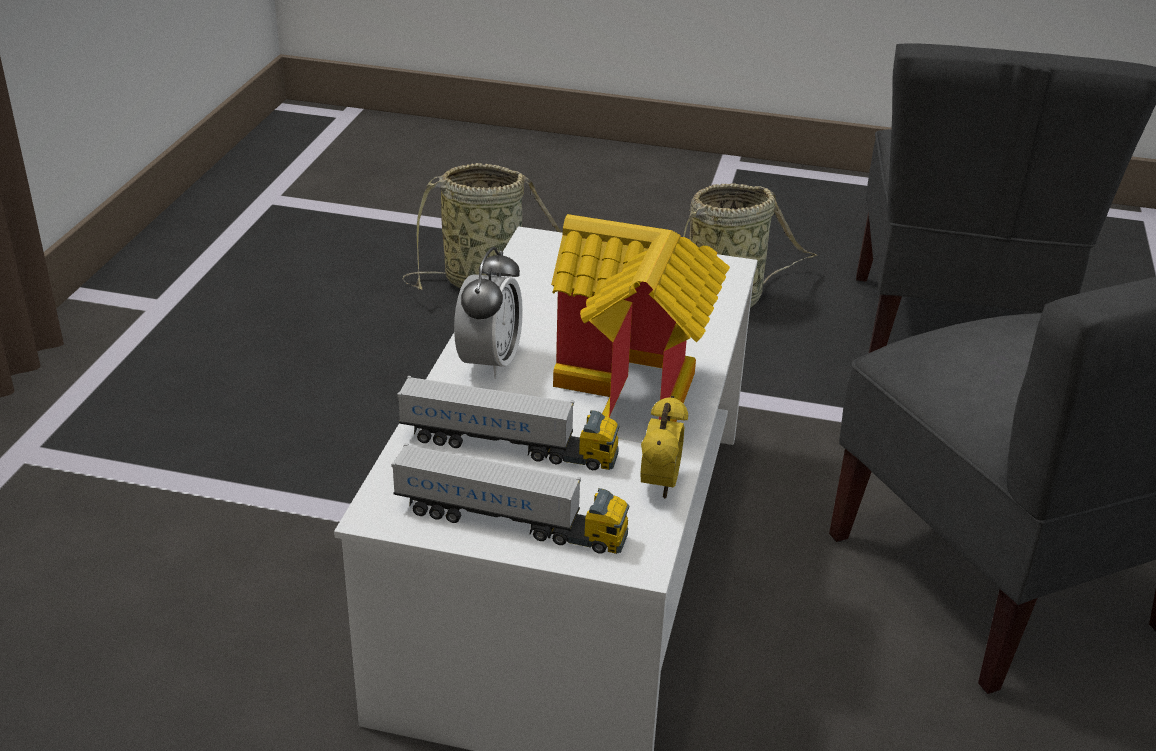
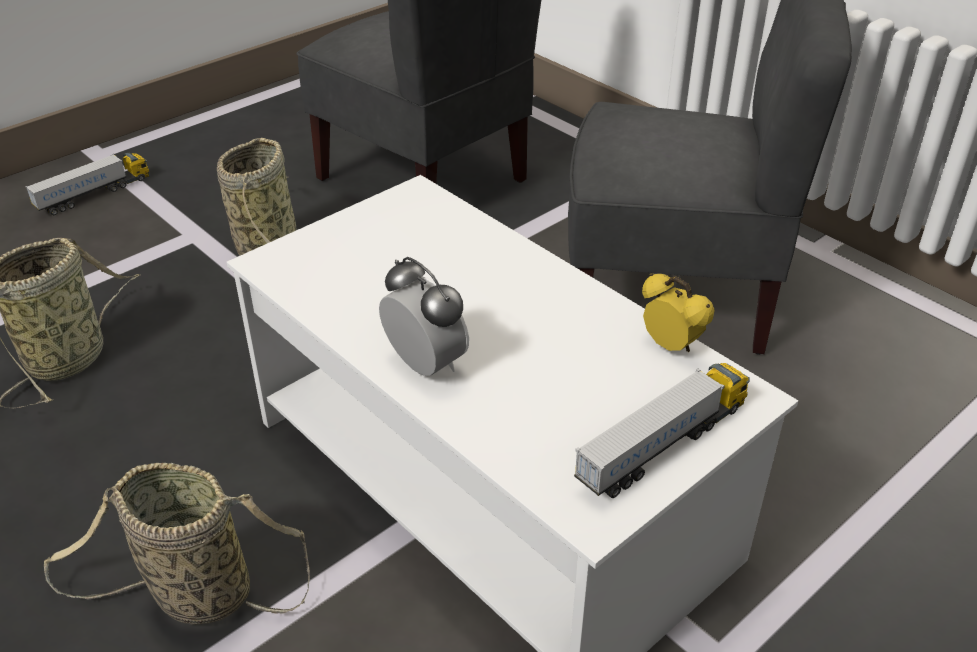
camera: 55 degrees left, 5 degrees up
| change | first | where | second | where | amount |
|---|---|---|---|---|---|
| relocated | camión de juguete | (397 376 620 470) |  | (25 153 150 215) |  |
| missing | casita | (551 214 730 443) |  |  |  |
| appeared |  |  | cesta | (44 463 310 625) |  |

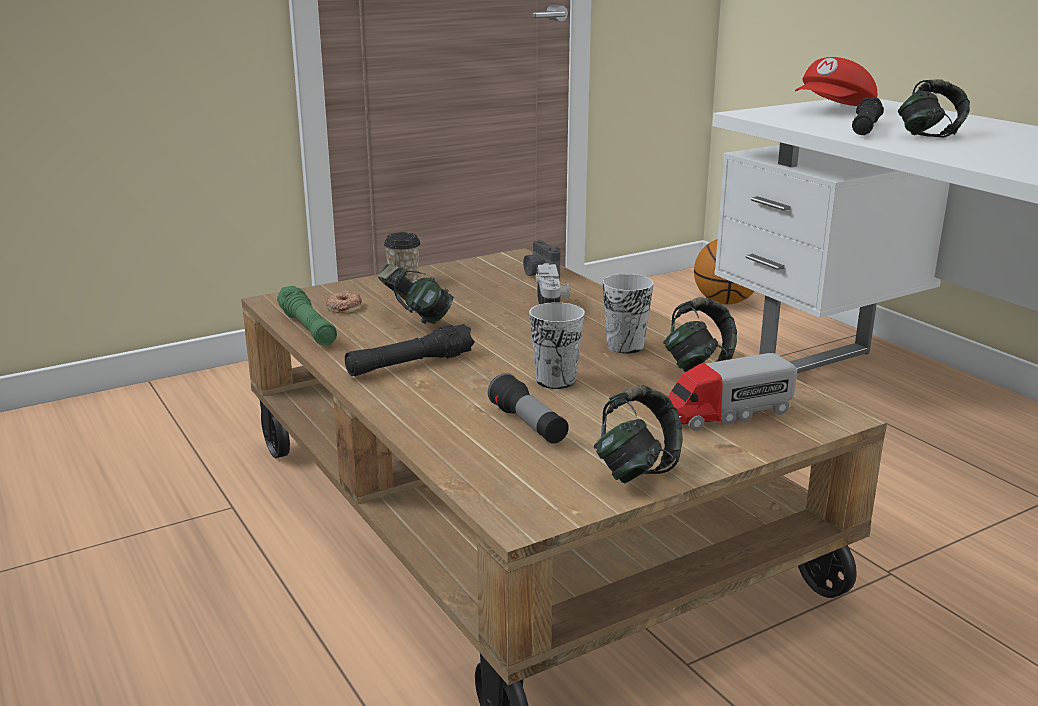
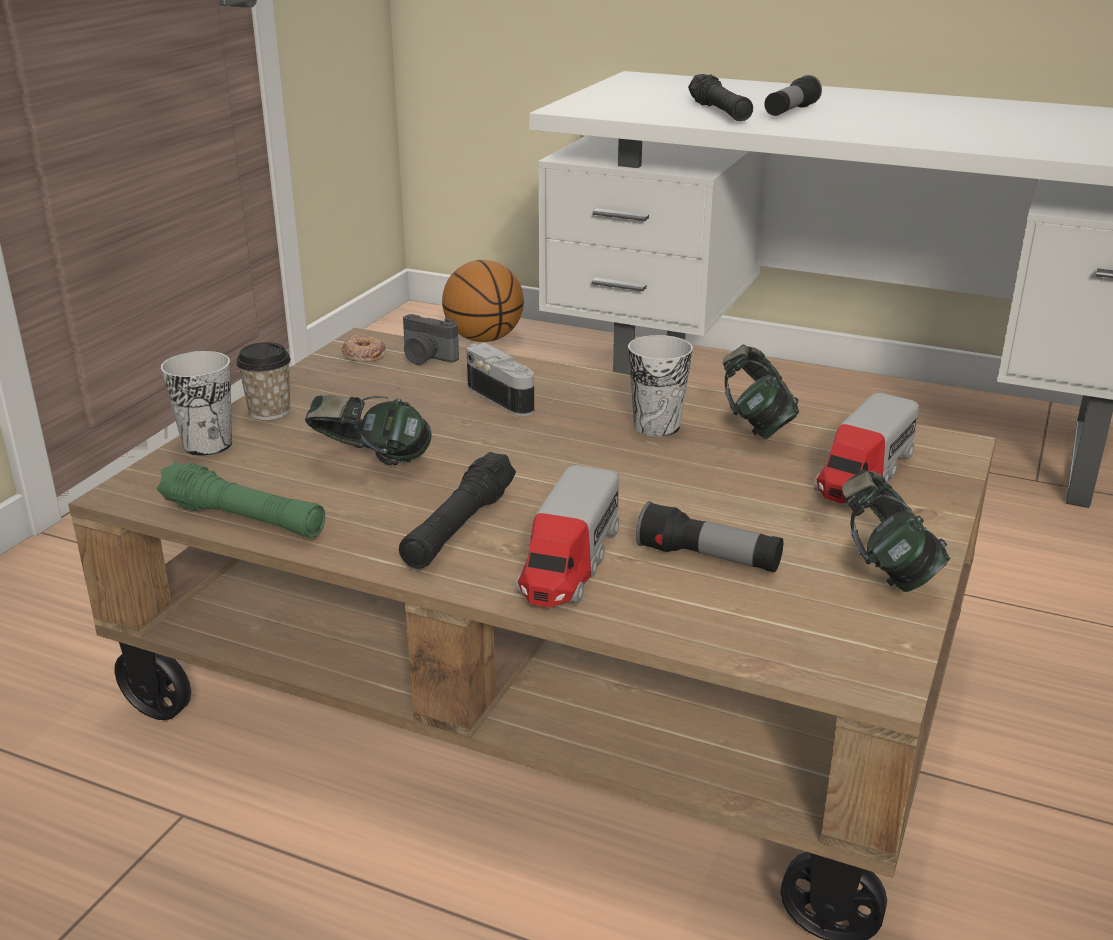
camera: 35 degrees left, 5 degrees up
| change | first | where | second | where | amount |
|---|---|---|---|---|---|
| relocated | rosquilla | (326 291 362 314) |  | (341 334 386 362) |  |
| relocated | taza | (529 302 585 389) |  | (161 351 232 456) |  |
| missing | gorra [rojo] | (795 57 877 106) |  |  |  |
| exchanged | auriculares | (898 79 970 137) | linterna | (764 75 822 116) |  |
| appeared |  |  | camión de juguete | (516 465 619 607) |  |

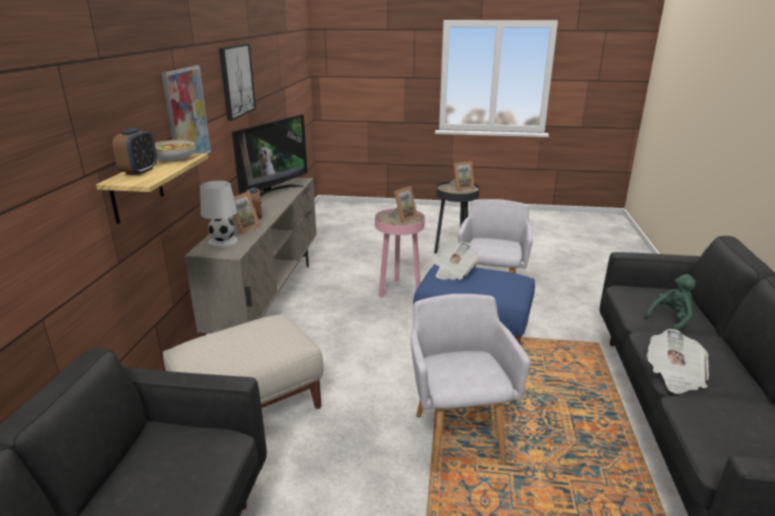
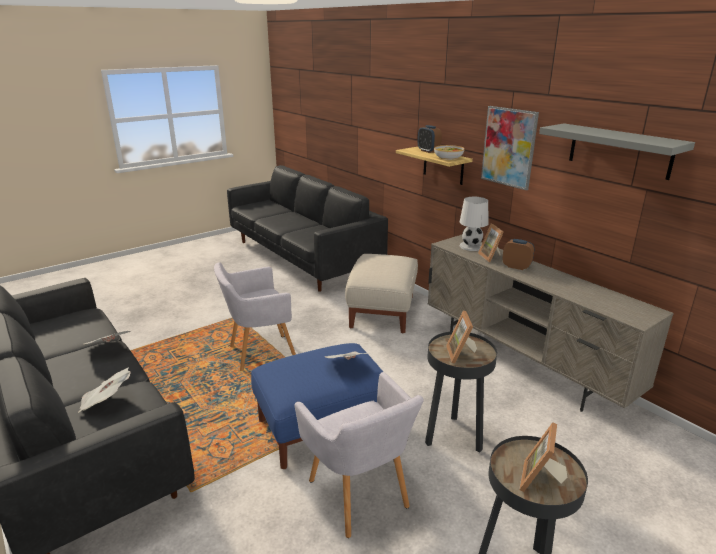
camera: 135 degrees right, 0 degrees up
| change | first | where | second | where | amount |
|---|---|---|---|---|---|
| exchanged | cuadro | (219 44 256 121) | estante [gris] | (539 123 695 180) |  |
| missing | televisor | (232 114 307 204) |  |  |  |
| colour | mesa auxiliar [rosa] | (375 208 425 298) | mesa auxiliar [negro] | (425 331 497 453) |  |
| spun | sillón [gris] | (411 294 530 472) |  | (214 262 296 371) | 120 degrees clockwise |
| exchanged | peluche [verde] | (644 274 696 330) | periódico | (78 368 131 413) |  |

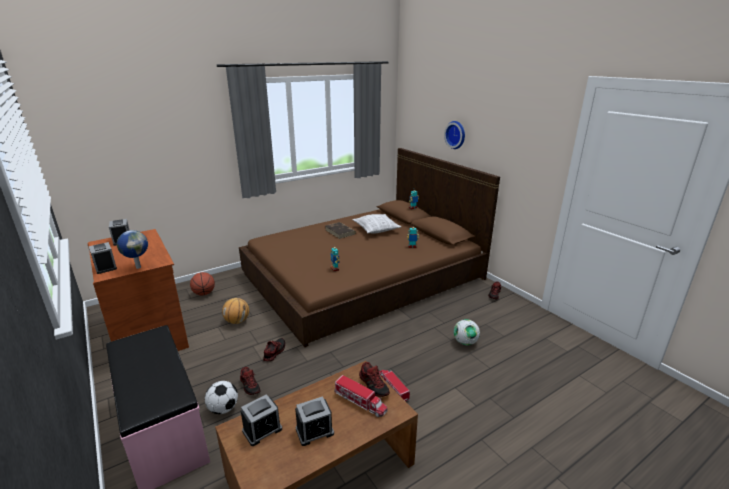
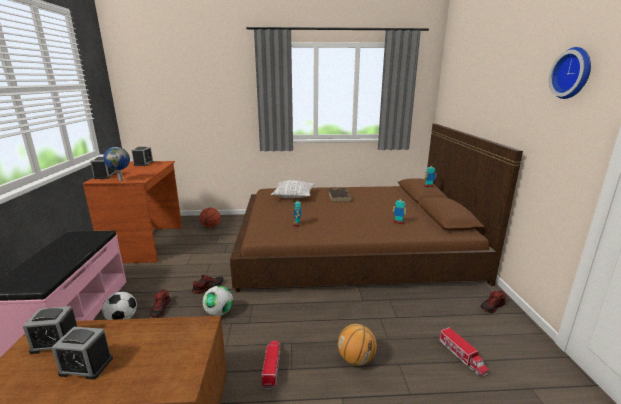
camera: 30 degrees right, 5 degrees down
| change | first | where | second | where | amount |
|---|---|---|---|---|---|
| relocated | balón de baloncesto | (222 298 249 324) |  | (338 324 377 366) |  |
| relocated | camión de juguete | (335 375 387 417) |  | (439 327 489 376) |  |
| relocated | cojín | (353 214 402 234) |  | (271 180 315 198) |  |
| missing | zapato | (359 362 390 397) |  |  |  |
| relocated | reloj de pared | (444 121 465 149) |  | (549 47 591 99) |  |
| relocated | balón de fútbol | (454 319 480 345) |  | (203 286 233 316) |  |

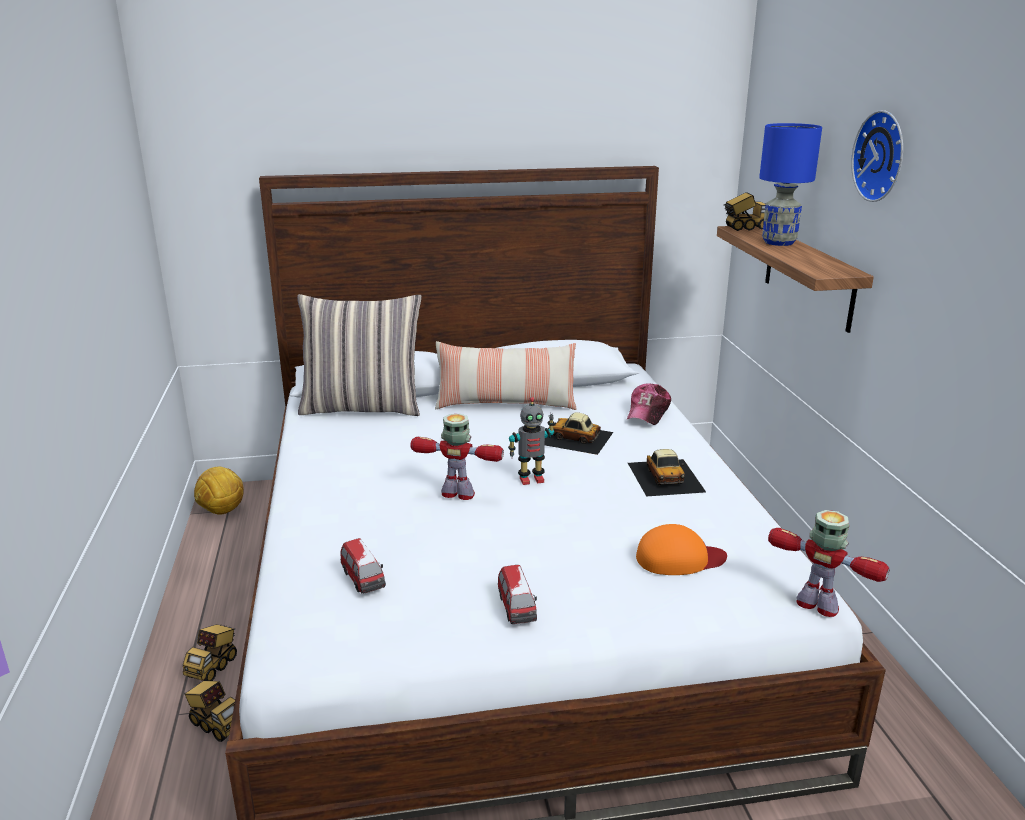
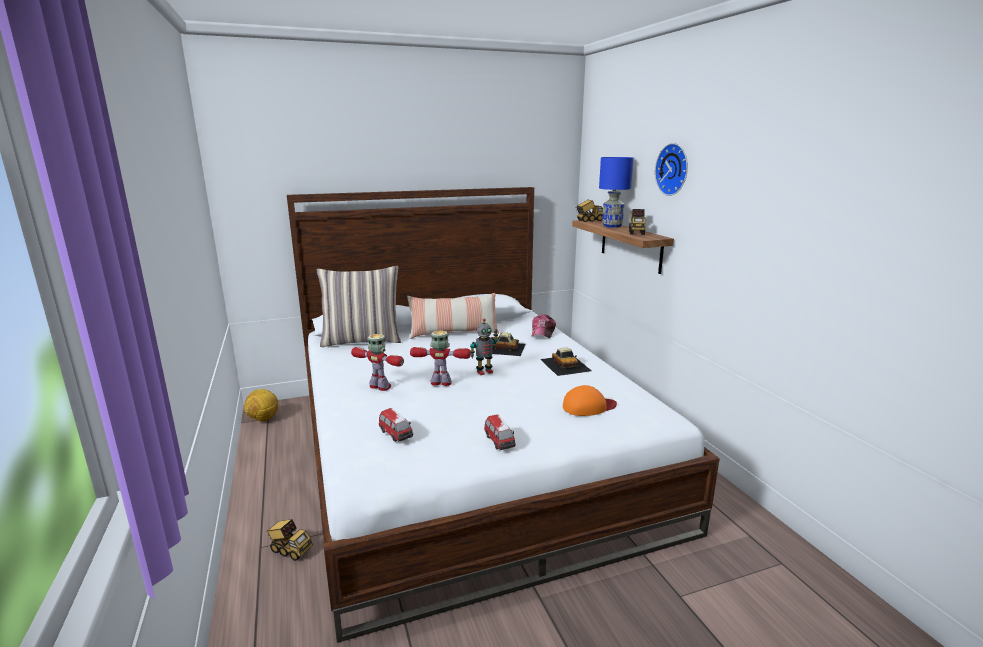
camera: 10 degrees left, 5 degrees down
| change | first | where | second | where | amount |
|---|---|---|---|---|---|
| relocated | camión de juguete | (183 624 237 681) |  | (629 209 645 235) |  |
| relocated | robot de juguete | (768 510 890 617) |  | (351 334 404 391) |  |

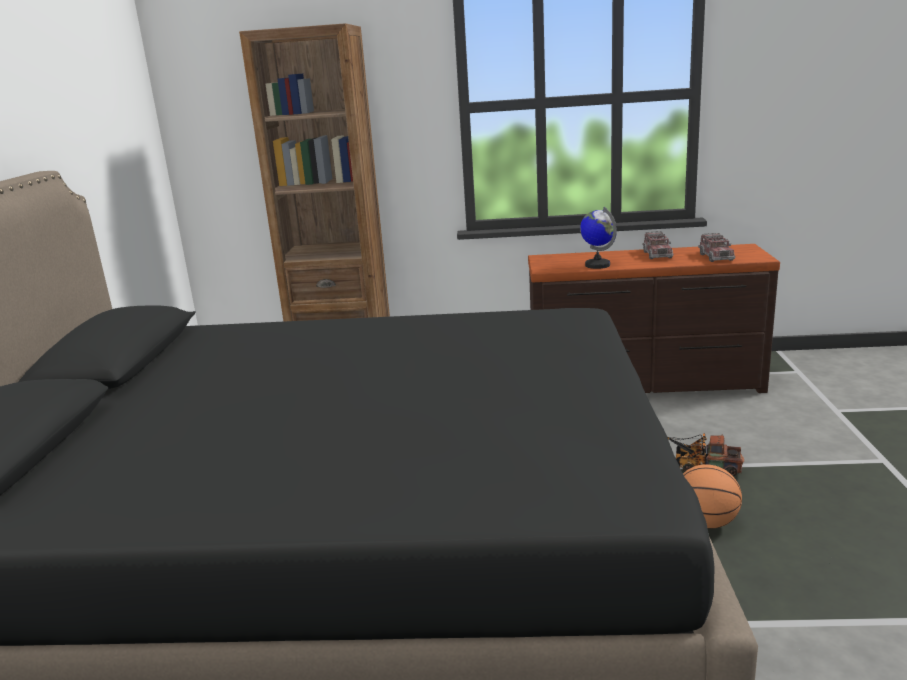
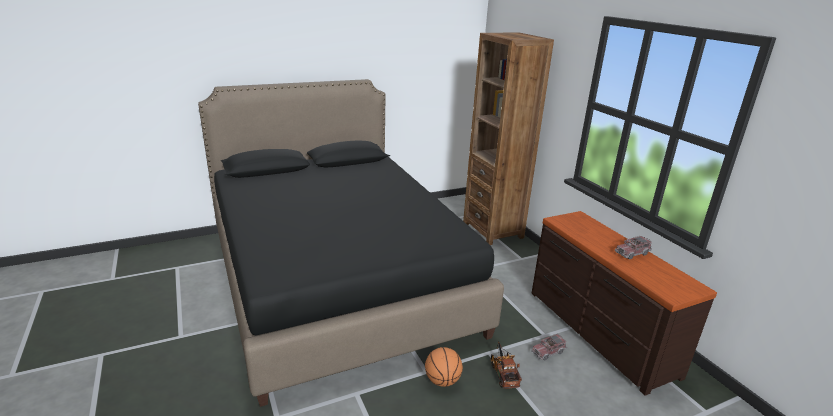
camera: 60 degrees right, 5 degrees up
| change | first | where | second | where | amount |
|---|---|---|---|---|---|
| missing | globo terráqueo | (580 207 617 269) |  |  |  |
| relocated | camión de juguete | (698 233 735 262) |  | (531 333 567 361) |  |

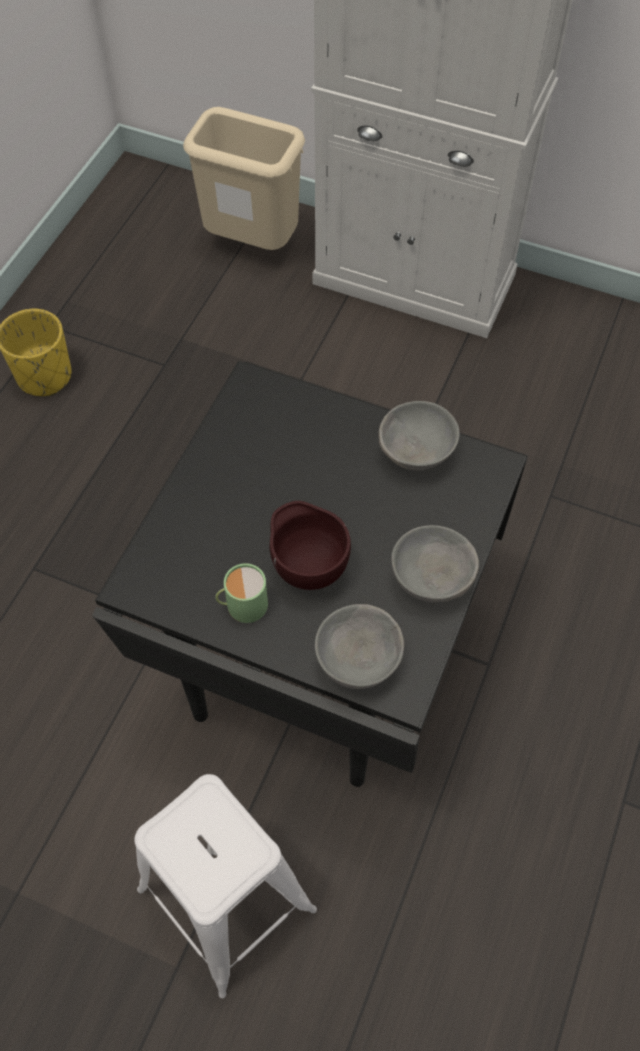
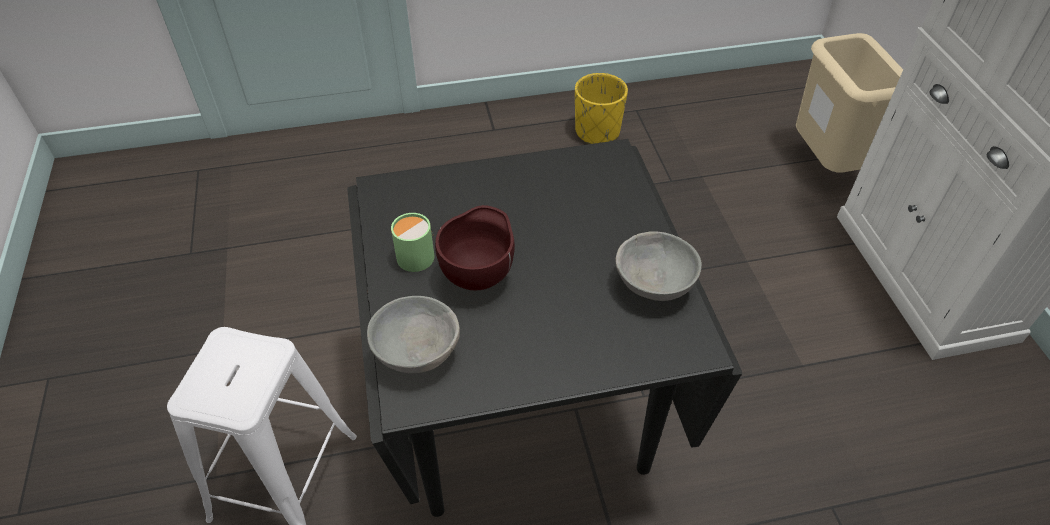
camera: 55 degrees right, 10 degrees down
| change | first | where | second | where | amount |
|---|---|---|---|---|---|
| missing | cuenco [gris] | (392 525 479 602) |  |  |  |

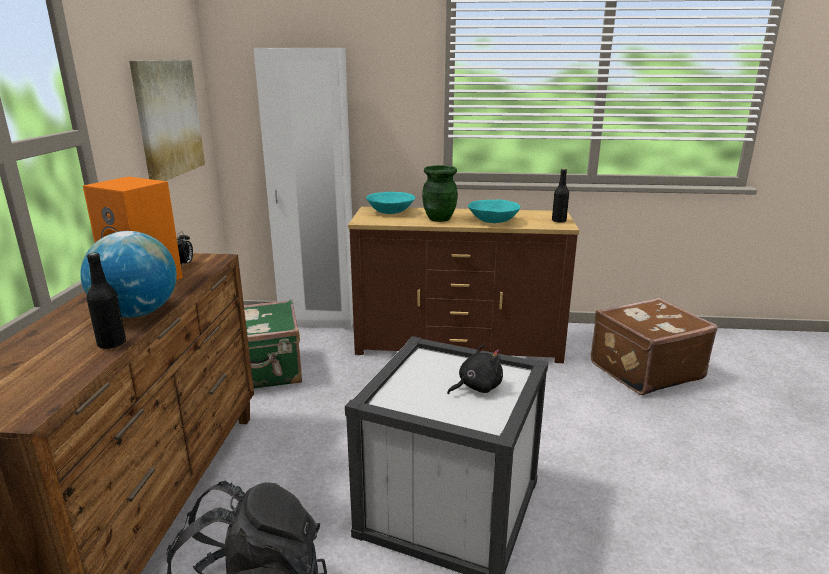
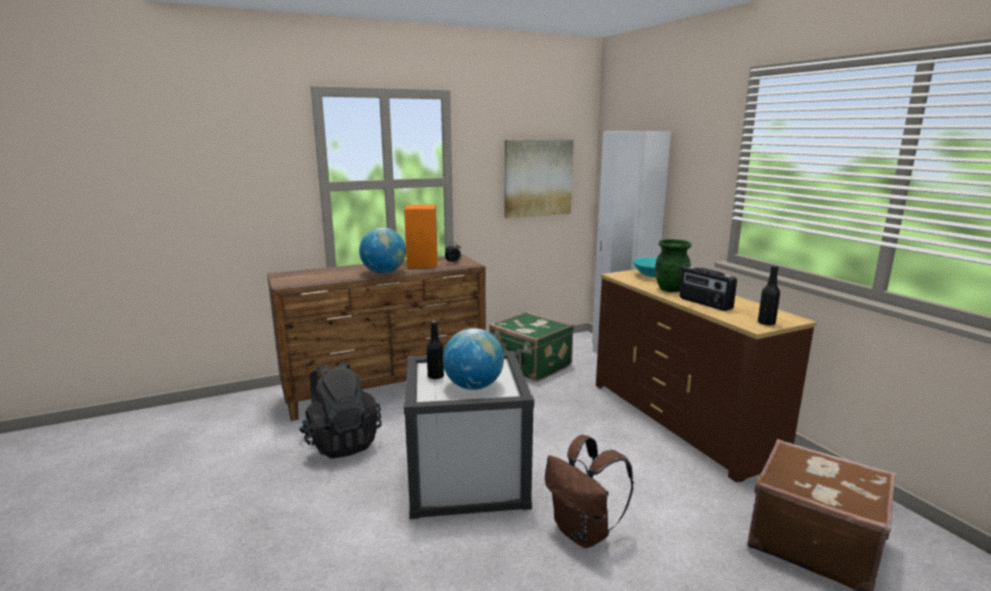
camera: 60 degrees right, 5 degrees down
| change | first | where | second | where | amount |
|---|---|---|---|---|---|
| relocated | botella [negro] | (87 253 126 349) |  | (427 320 444 379) |  |
| exchanged | peluche [negro] | (447 344 503 394) | globo terráqueo | (443 328 504 390) |  |
| exchanged | cuenco [turquesa] | (468 199 520 223) | radio | (680 267 737 311) |  |
| appeared |  |  | mochila [marrón] | (545 435 634 548) |  |

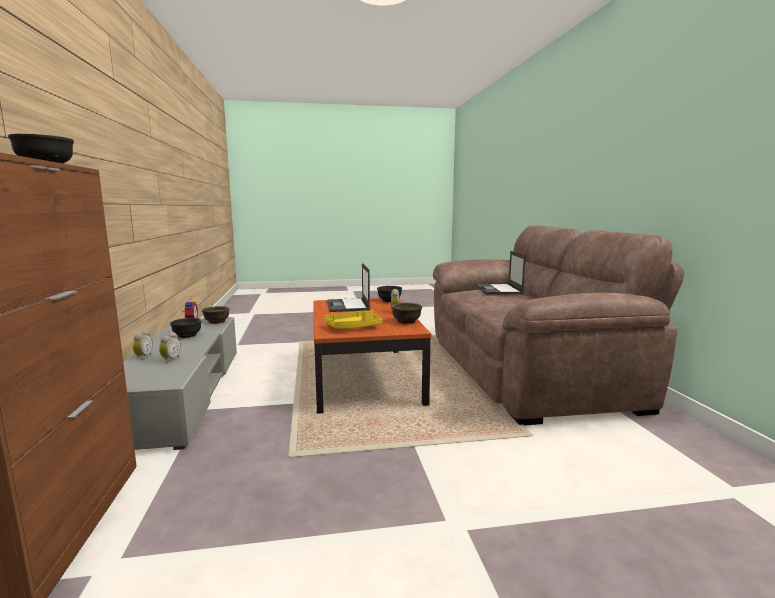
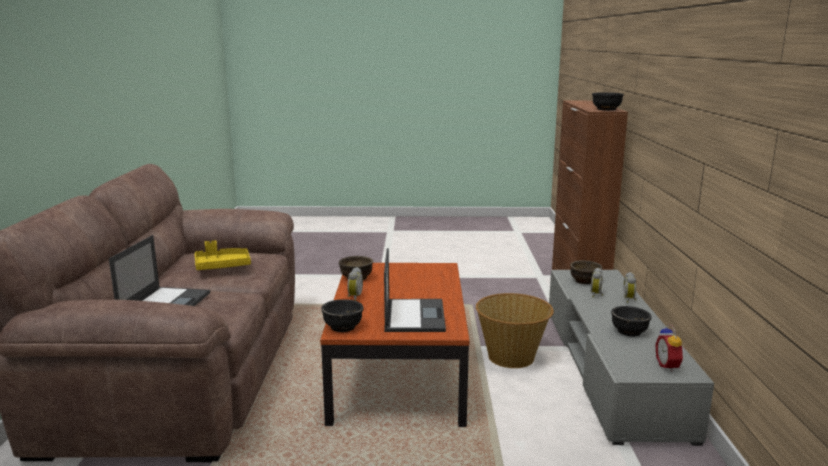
camera: 170 degrees left, 5 degrees up
| change | first | where | second | where | amount |
|---|---|---|---|---|---|
| relocated | cuenco [marrón] | (202 306 230 324) |  | (570 261 602 284) |  |
| relocated | bandeja [amarillo] | (324 310 382 329) |  | (195 240 251 270) |  |
| appeared |  |  | cesta | (476 293 554 368) |  |

